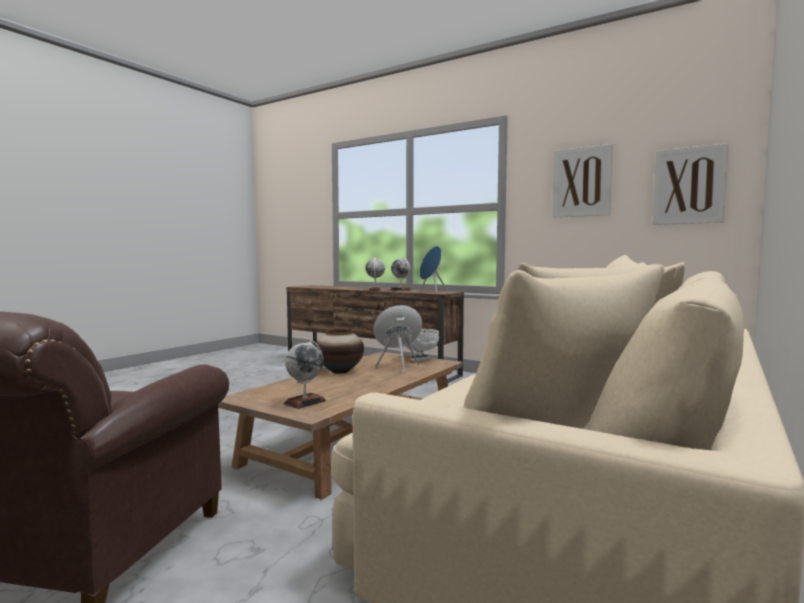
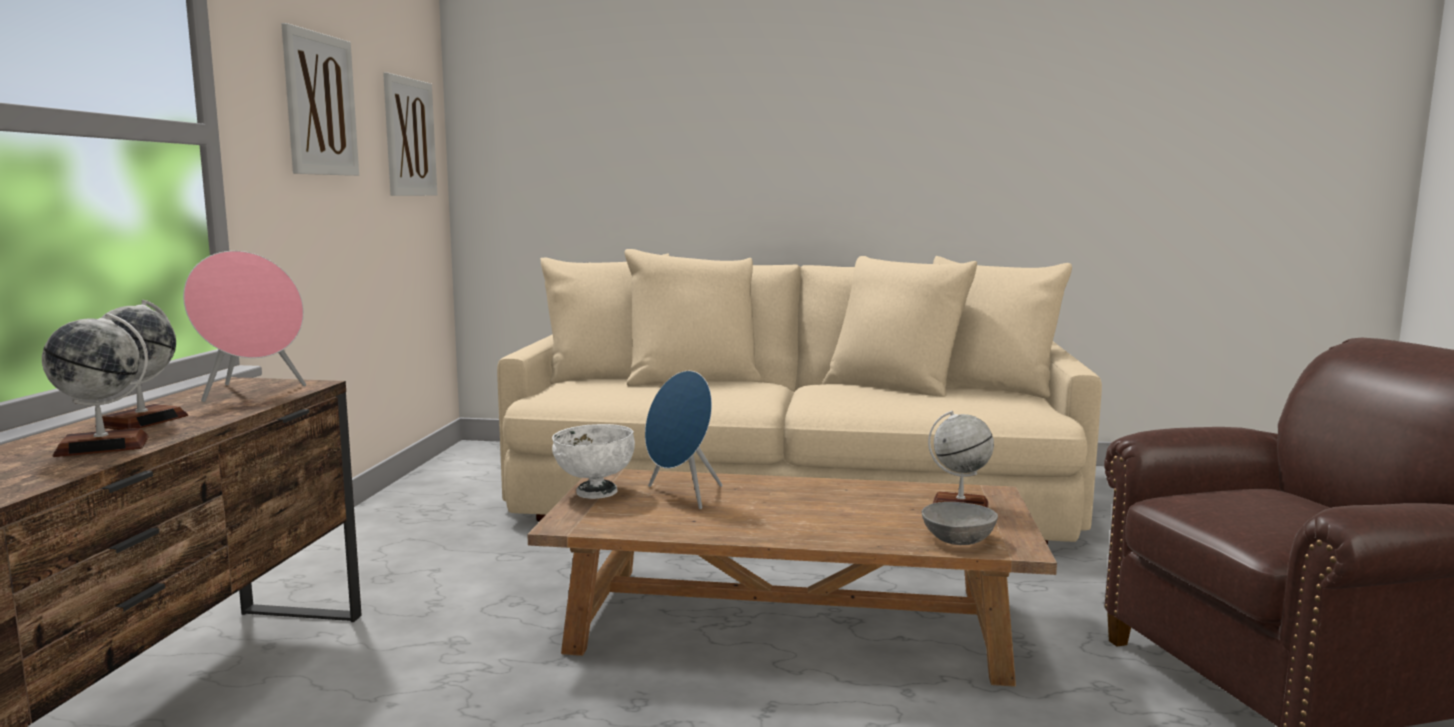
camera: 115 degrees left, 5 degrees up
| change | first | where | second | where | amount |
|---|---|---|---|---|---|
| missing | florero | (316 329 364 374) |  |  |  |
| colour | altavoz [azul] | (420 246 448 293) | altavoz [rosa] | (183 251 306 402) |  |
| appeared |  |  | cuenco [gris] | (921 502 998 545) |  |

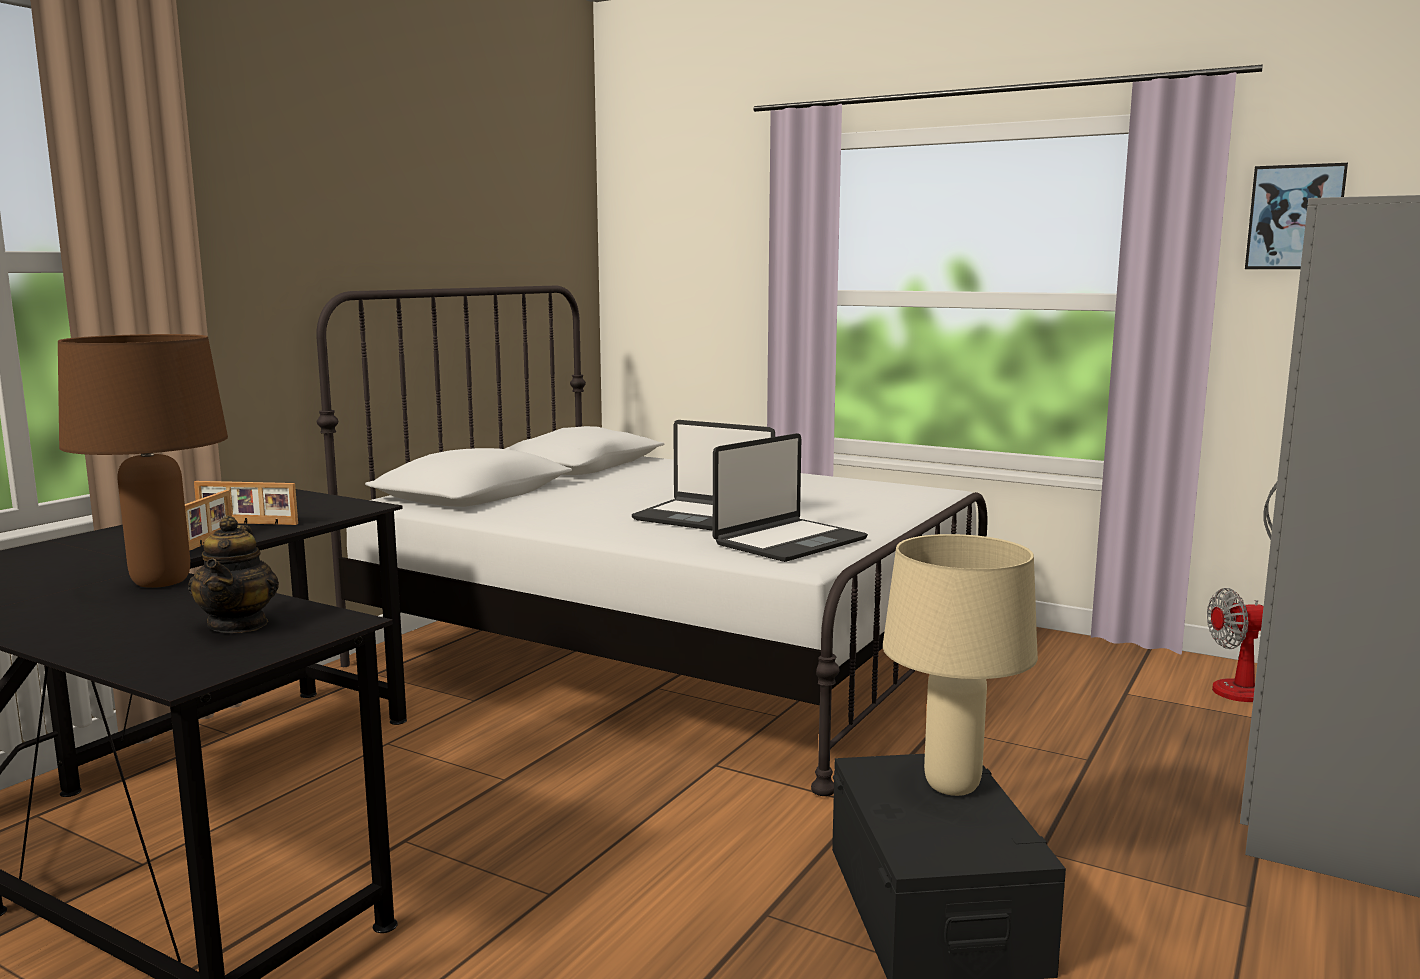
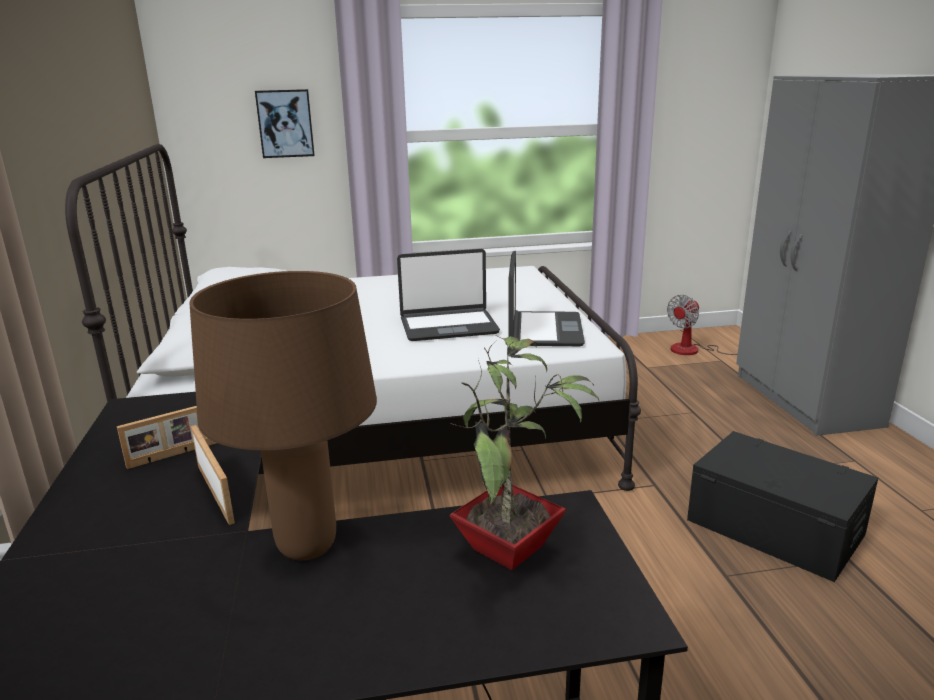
camera: 40 degrees left, 10 degrees up
| change | first | where | second | where | amount |
|---|---|---|---|---|---|
| exchanged | tetera | (188 515 279 633) | planta en maceta | (450 334 600 571) |  |
| missing | lámpara de mesa [beis] | (883 534 1038 796) |  |  |  |
| relocated | cuadro | (1245 163 1348 269) |  | (255 89 315 158) |  |

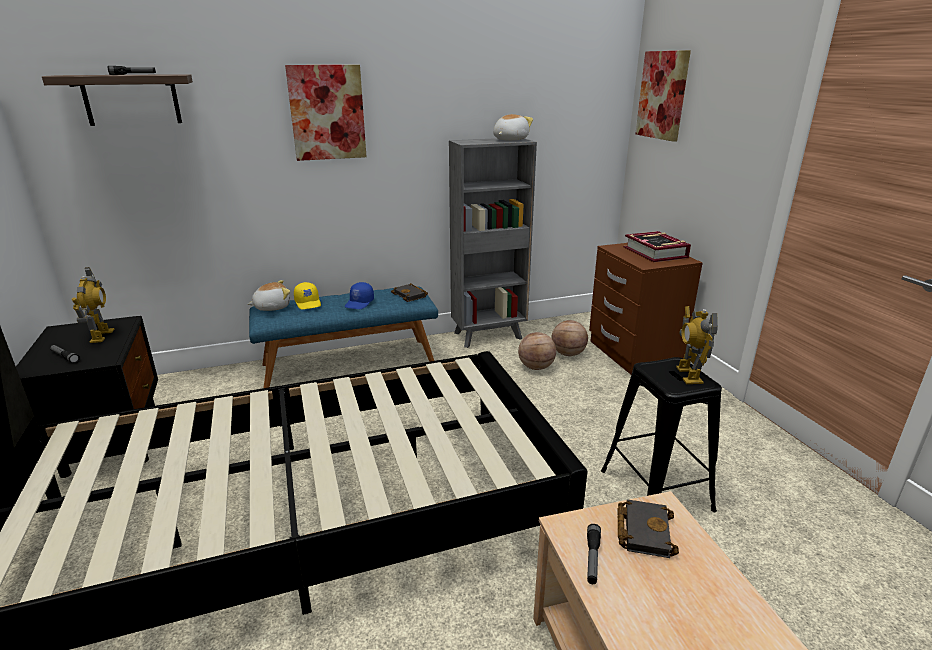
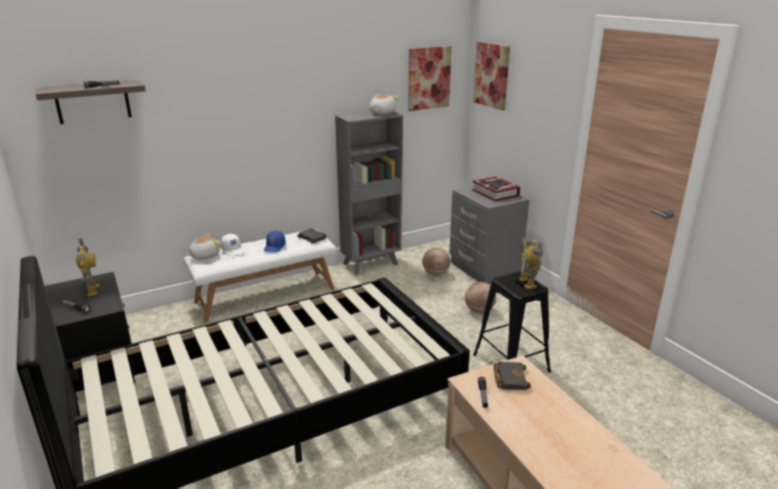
camera: 10 degrees left, 0 degrees up
| change | first | where | second | where | amount |
|---|---|---|---|---|---|
| colour | banco [azul] | (249 286 438 388) | banco [blanco] | (184 230 337 323) |  |
| relocated | cuadro | (285 65 366 161) |  | (408 46 452 111) |  |
| colour | gorra [amarillo] | (294 282 321 309) | gorra [blanco] | (221 234 244 256) |  |
| relocated | balón de baloncesto | (518 332 556 370) |  | (465 282 496 313) |  |
| colour | mesita de noche [marrón] | (589 243 702 375) | mesita de noche [gris] | (449 186 529 284) |  |

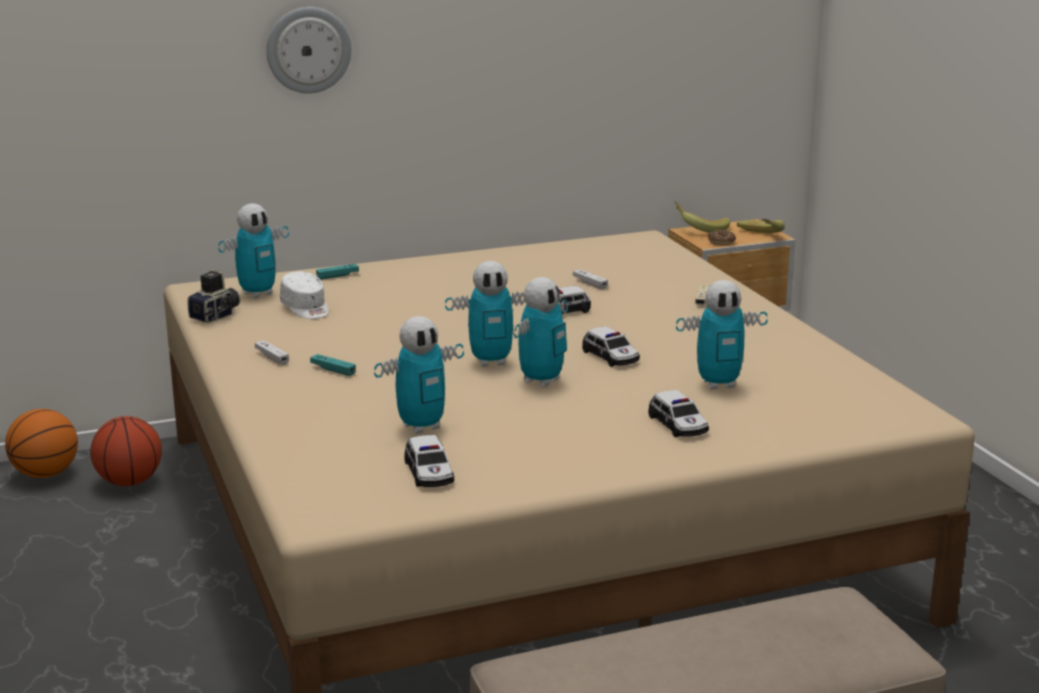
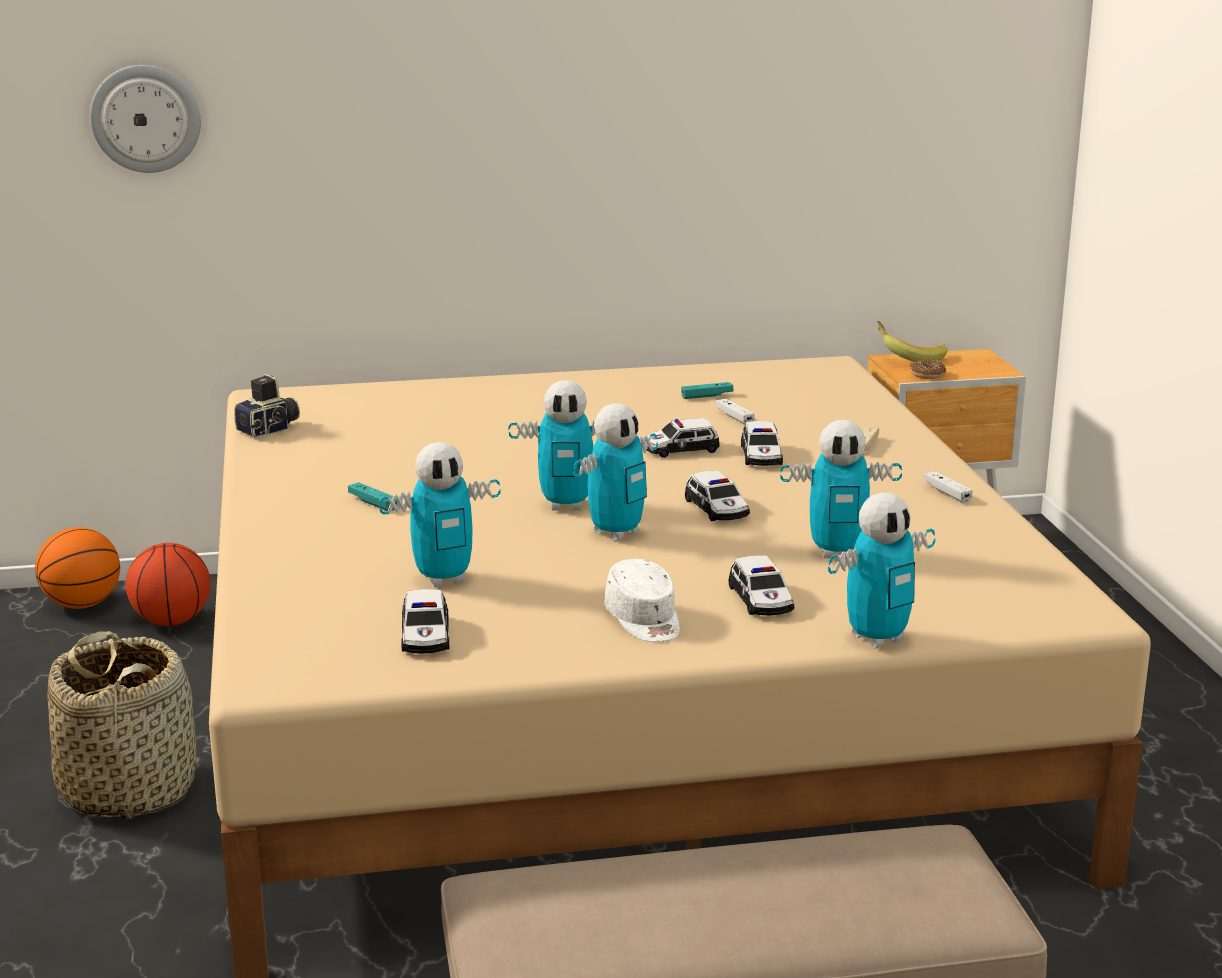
camera: 10 degrees right, 0 degrees up
| change | first | where | second | where | amount |
|---|---|---|---|---|---|
| relocated | robot de juguete | (218 203 289 298) |  | (828 492 936 648) |  |
| relocated | mando de consola [blanco] | (255 340 289 365) |  | (923 471 973 503) |  |
| relocated | reloj de pared | (266 7 352 93) |  | (90 65 201 173) |  |
| relocated | gorra [blanco] | (280 272 329 319) |  | (605 559 680 642) |  |
| relocated | mando de consola [turquesa] | (316 264 359 280) |  | (681 382 733 399) |  |
| missing | plátano | (737 219 785 233) |  |  |  |
| appeared |  |  | cesta | (48 631 196 820) |  |
| appeared |  |  | coche de juguete | (741 421 783 466) |  |

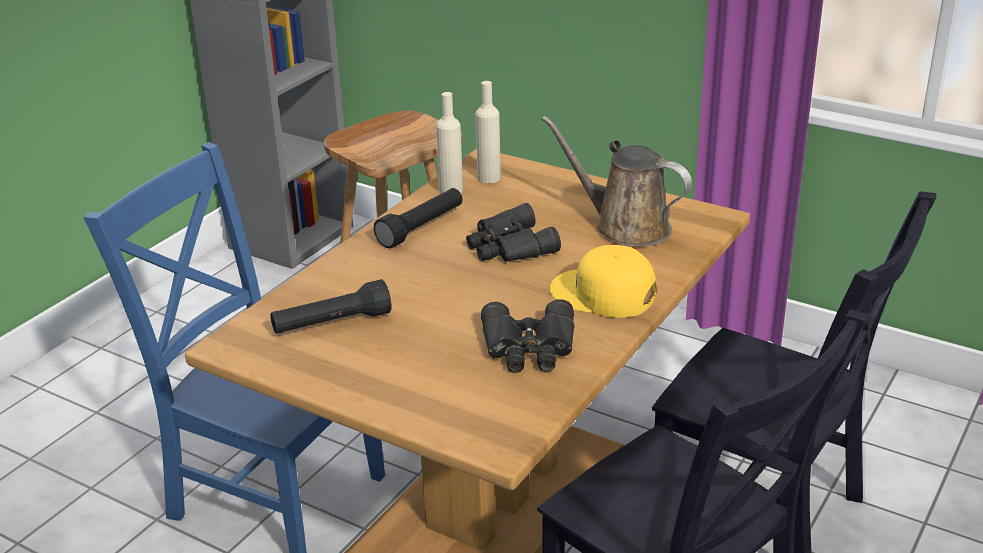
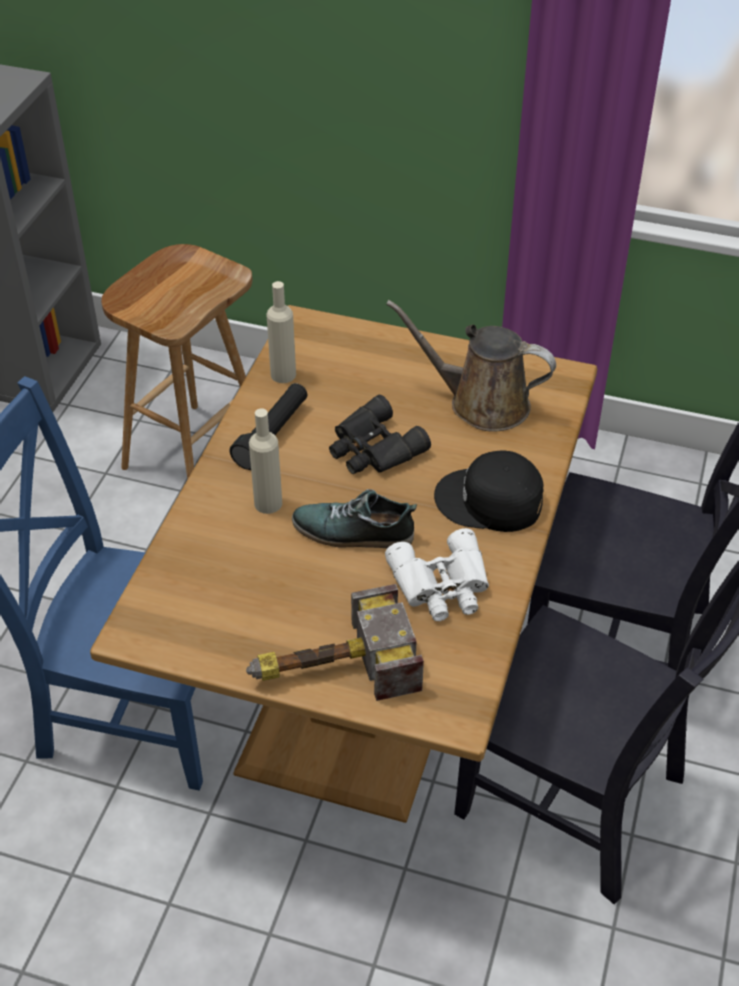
camera: 15 degrees left, 15 degrees up
| change | first | where | second | where | amount |
|---|---|---|---|---|---|
| missing | linterna [negro] | (270 279 391 334) |  |  |  |
| relocated | botella [beis] | (475 81 501 183) |  | (249 408 282 514) |  |
| colour | prismáticos [negro] | (481 299 575 373) | prismáticos [blanco] | (385 528 489 621) |  |
| colour | gorra [amarillo] | (550 245 656 318) | gorra [negro] | (434 451 544 532) |  |
| appeared |  |  | martillo | (246 584 424 701) |  |
| appeared |  |  | zapato | (292 489 417 548) |  |

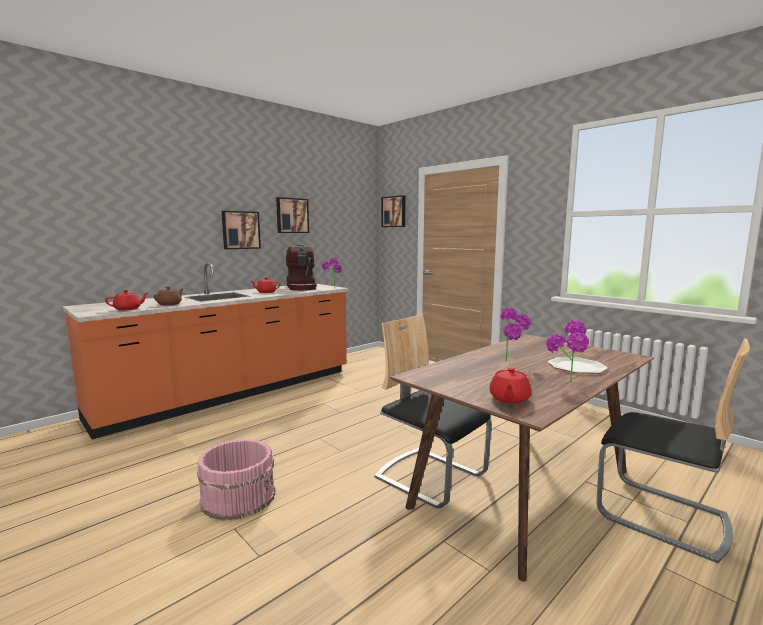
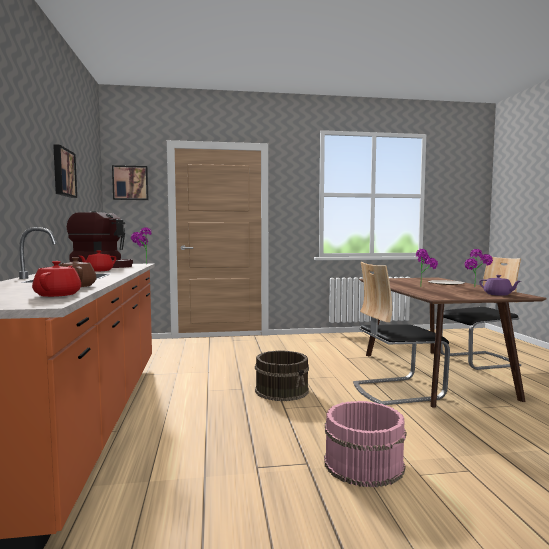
camera: 55 degrees left, 5 degrees down
| change | first | where | second | where | amount |
|---|---|---|---|---|---|
| missing | cuadro | (222 211 261 249) |  |  |  |
| colour | tetera [rojo] | (489 368 532 404) | tetera [morado] | (479 275 521 296) |  |
| appeared |  |  | cubo [marrón] | (255 350 309 401) |  |

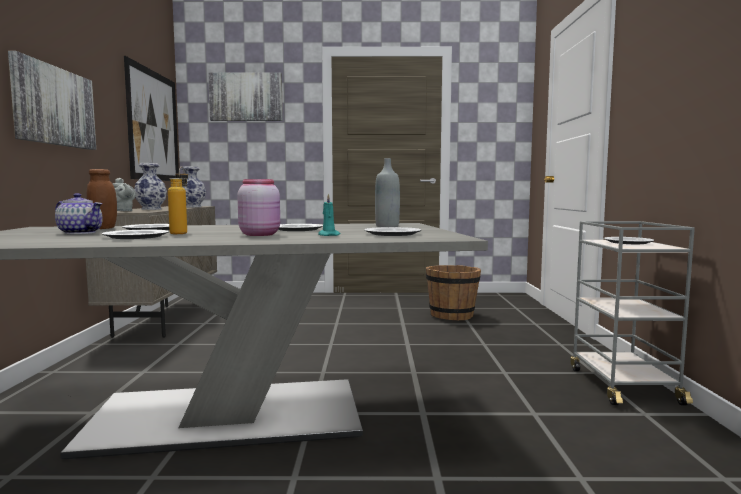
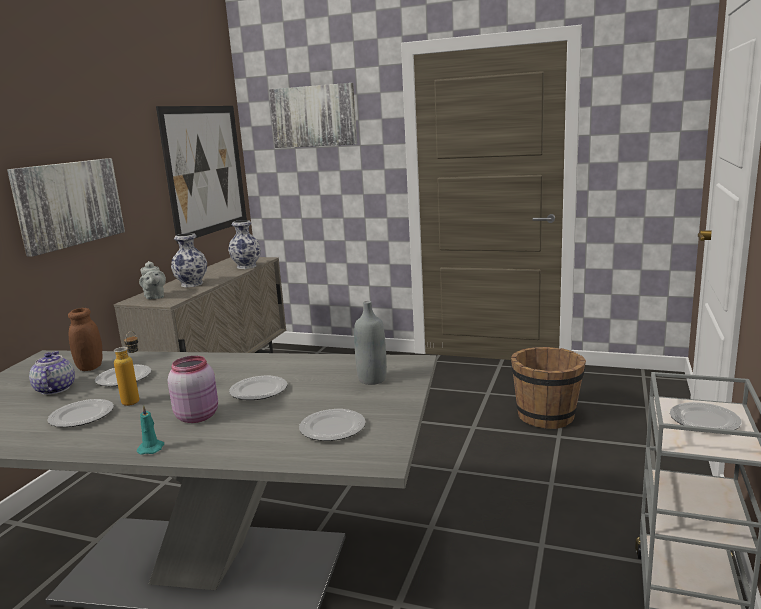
camera: 20 degrees right, 10 degrees up
| change | first | where | second | where | amount |
|---|---|---|---|---|---|
| spun | tetera | (55 193 103 234) |  | (29 351 75 395) | 150 degrees counterclockwise |
| relocated | vela [turquesa] | (318 194 340 236) |  | (137 404 164 455) |  |

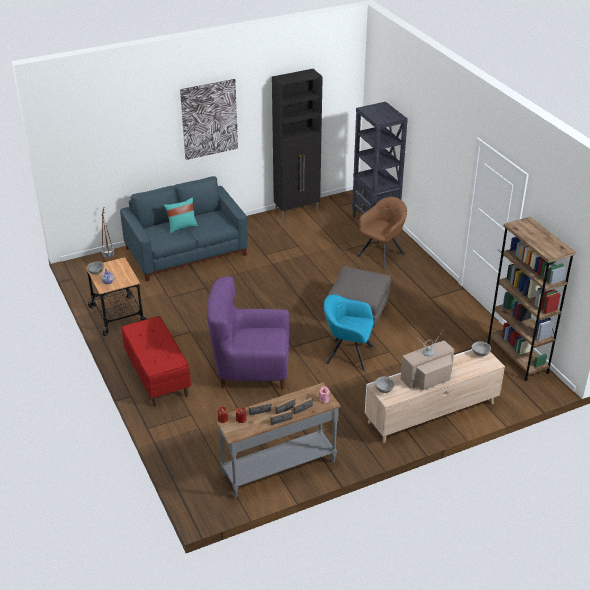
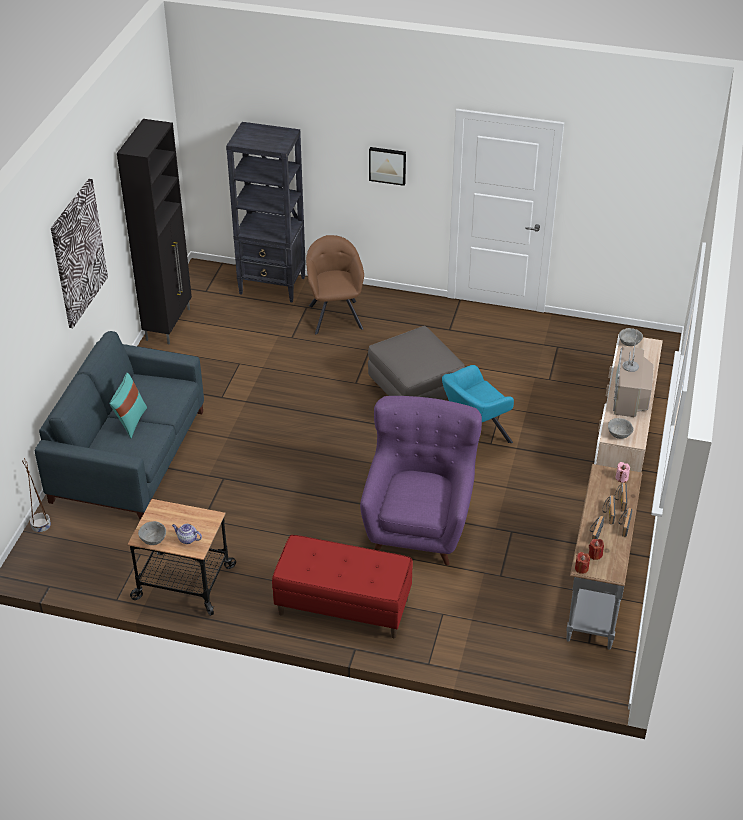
camera: 50 degrees left, 5 degrees up
| change | first | where | second | where | amount |
|---|---|---|---|---|---|
| spun | sillón [morado] | (207 276 289 390) |  | (360 396 482 565) | 150 degrees clockwise |
| missing | estantería [marrón] | (487 217 576 381) |  |  |  |
| appeared |  |  | cuadro | (369 147 406 186) |  |

